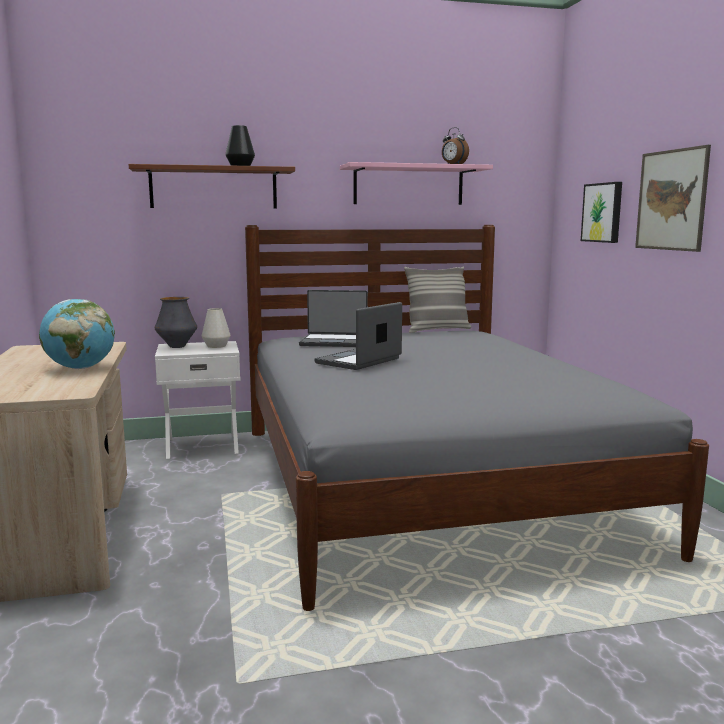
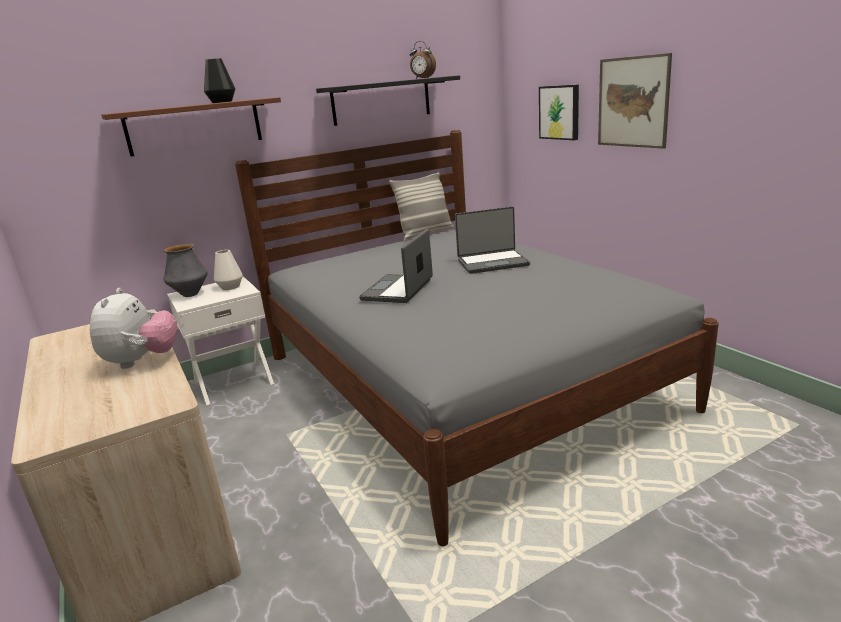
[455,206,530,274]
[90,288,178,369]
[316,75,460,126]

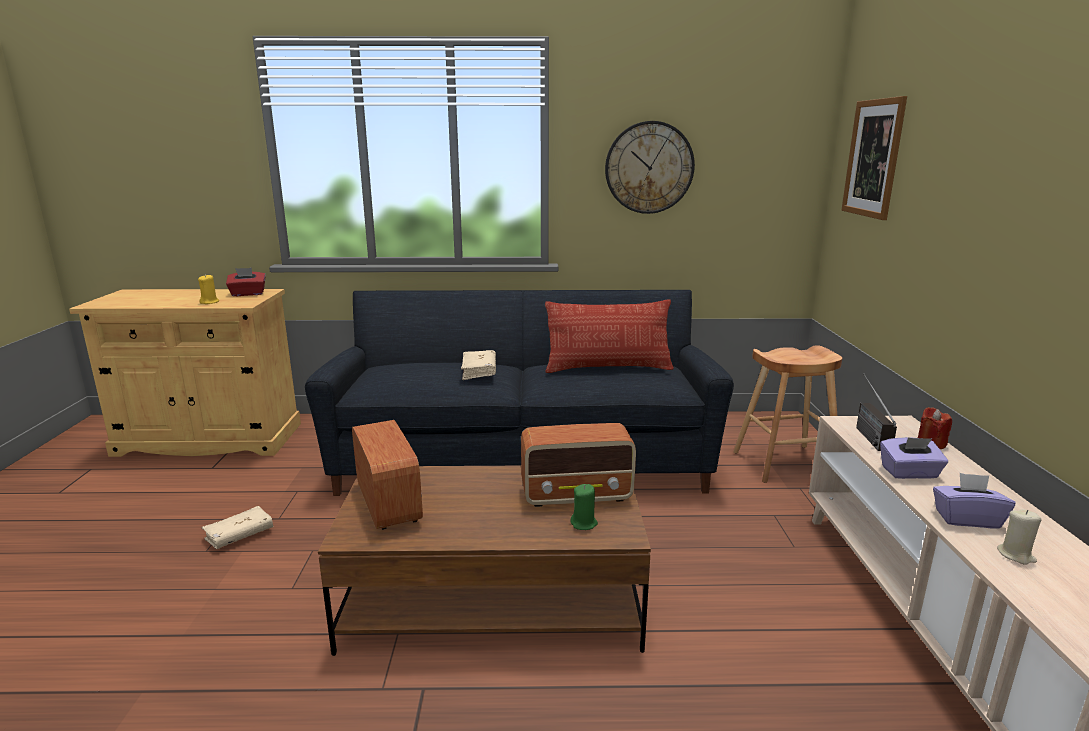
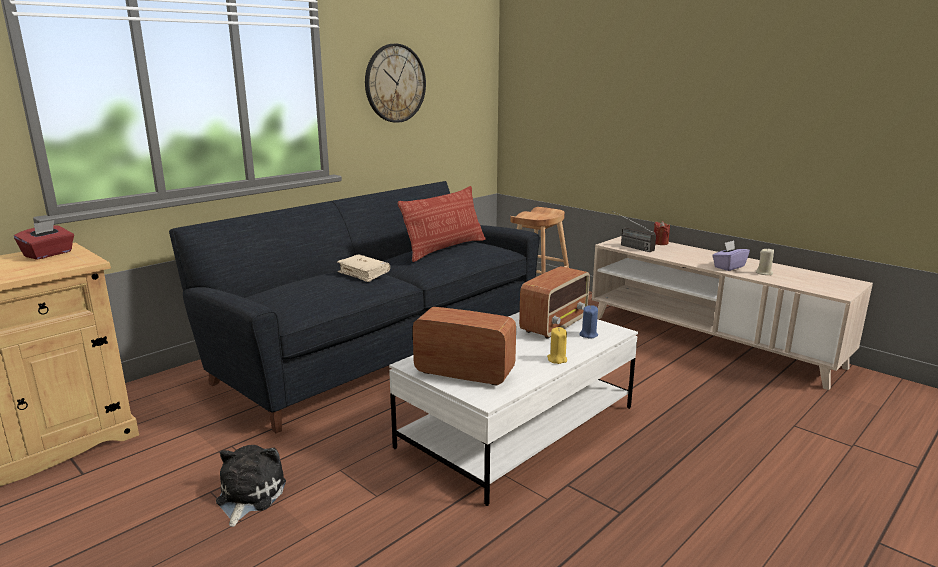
[841,96,907,220] (first image)
[880,437,948,479] (first image)
[547,327,567,364]
[216,445,286,527]
[389,312,638,506]
[579,305,598,339]

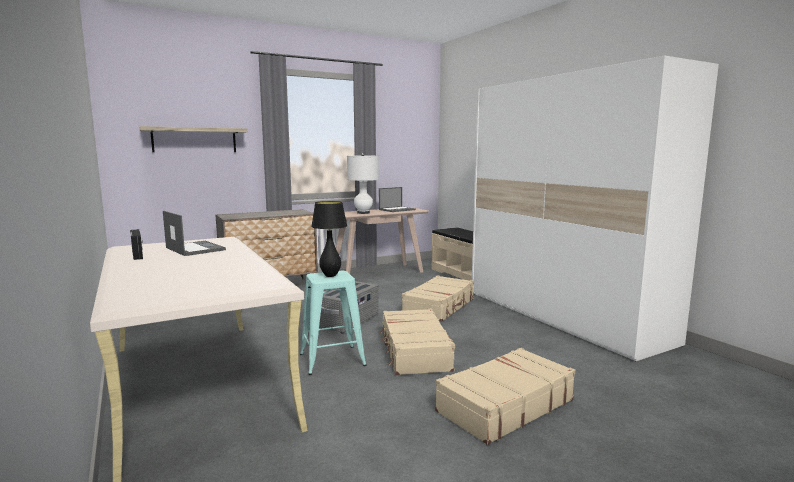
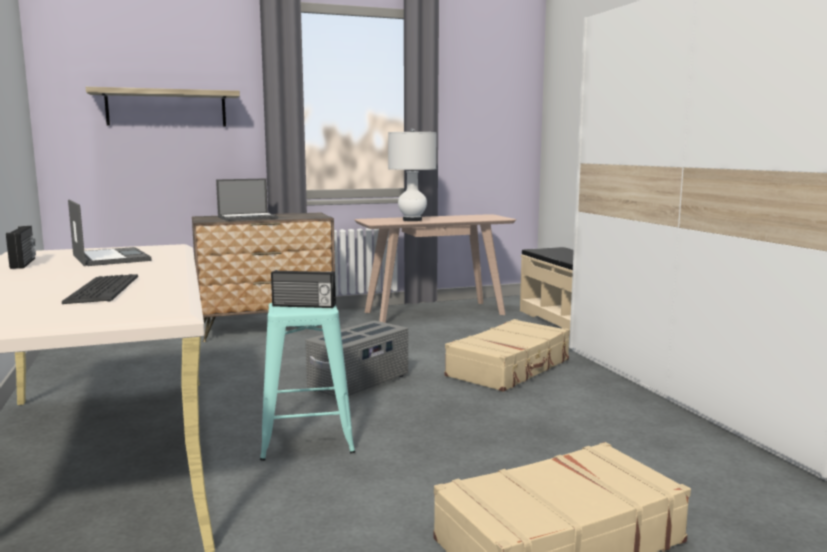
[380,309,455,375] (first image)
[62,274,138,304]
[216,178,278,221]
[271,270,336,308]

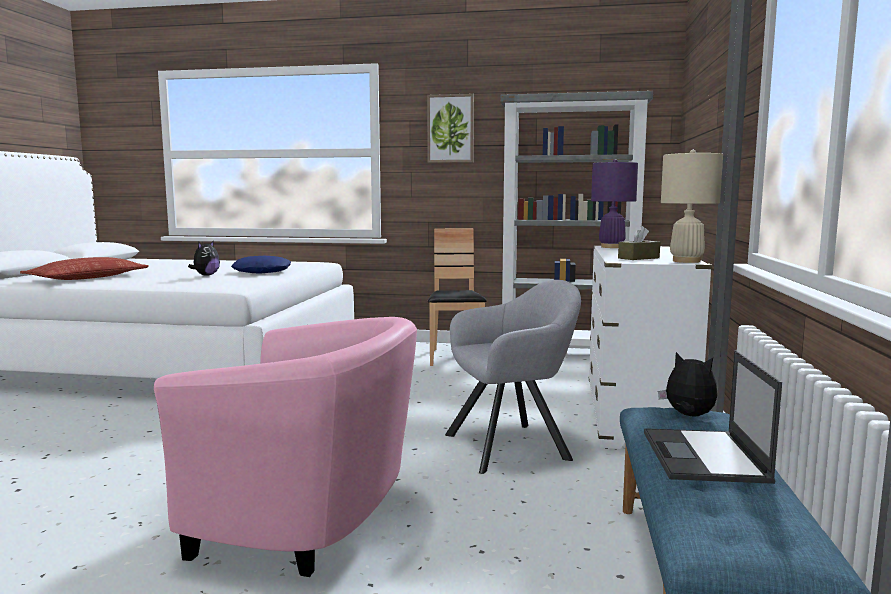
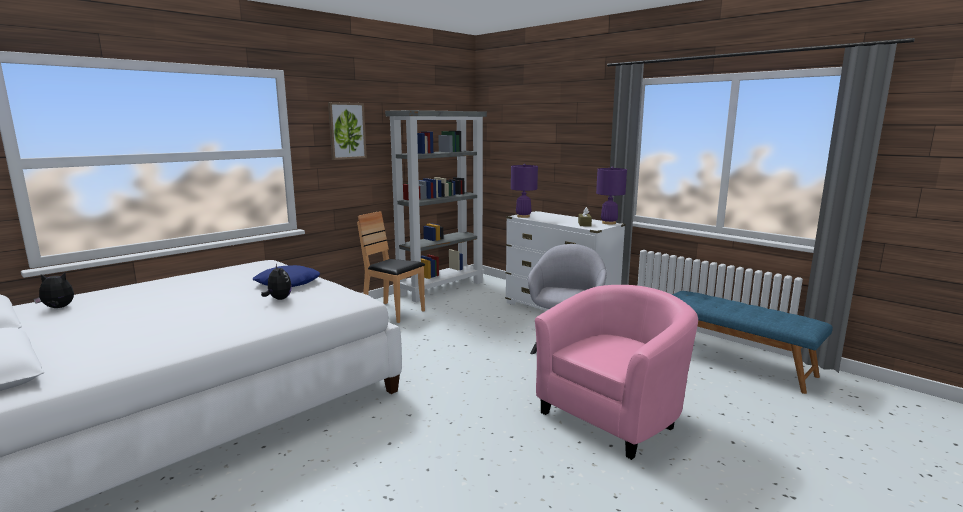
[20,257,148,280] (first image)
[644,350,782,484] (first image)
[33,273,74,308]
[596,167,627,225]

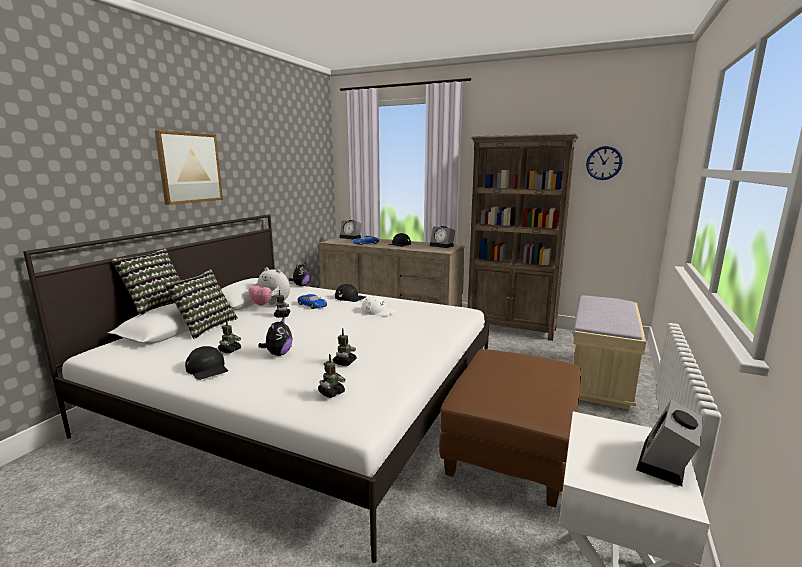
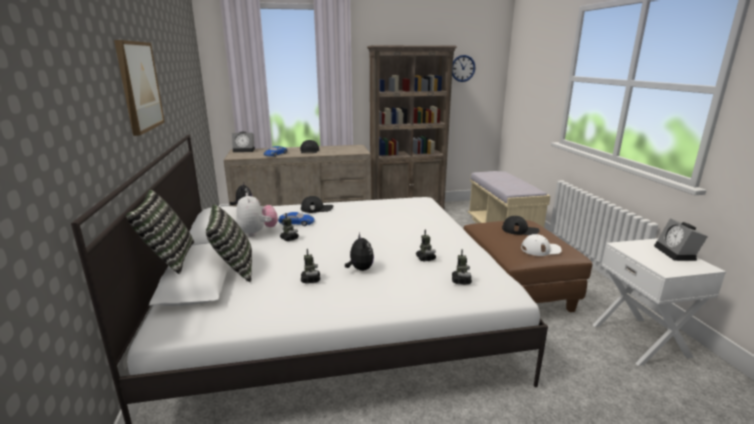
[430,226,455,248] (first image)
[502,216,540,235]
[521,234,562,256]
[236,193,278,237]

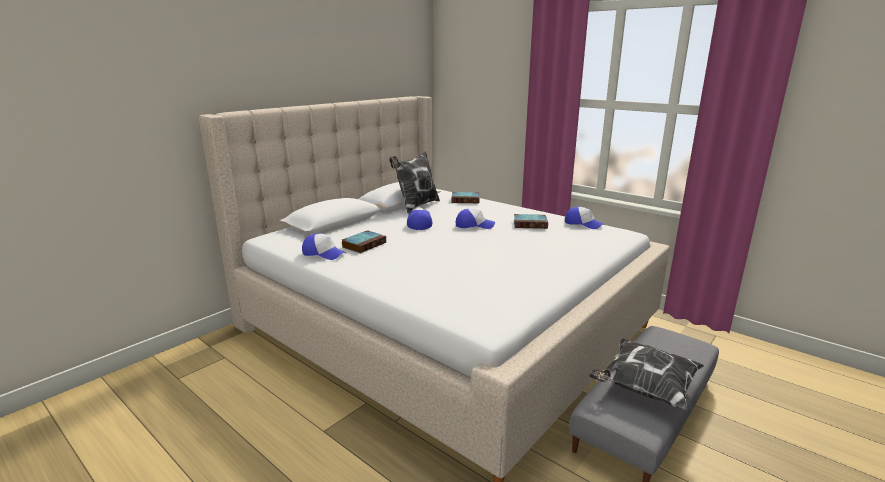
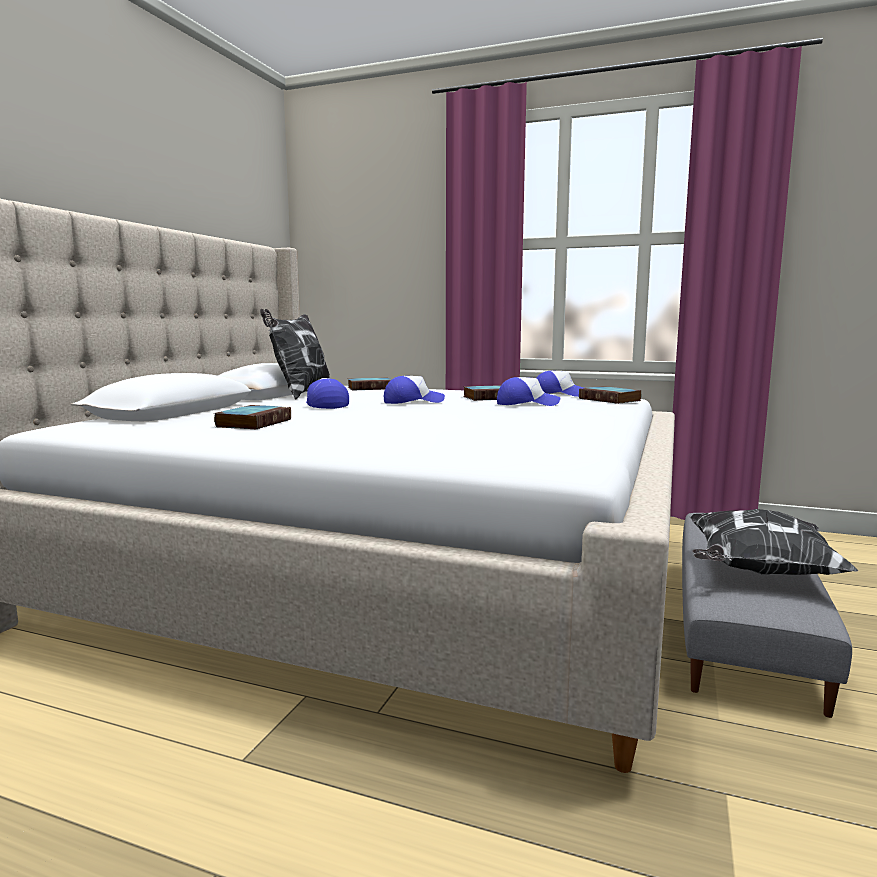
[579,386,642,404]
[497,377,560,406]

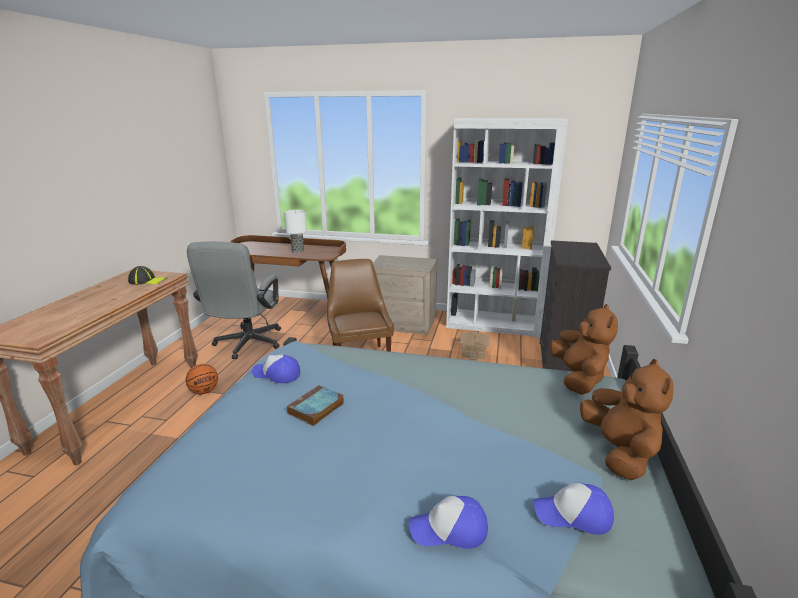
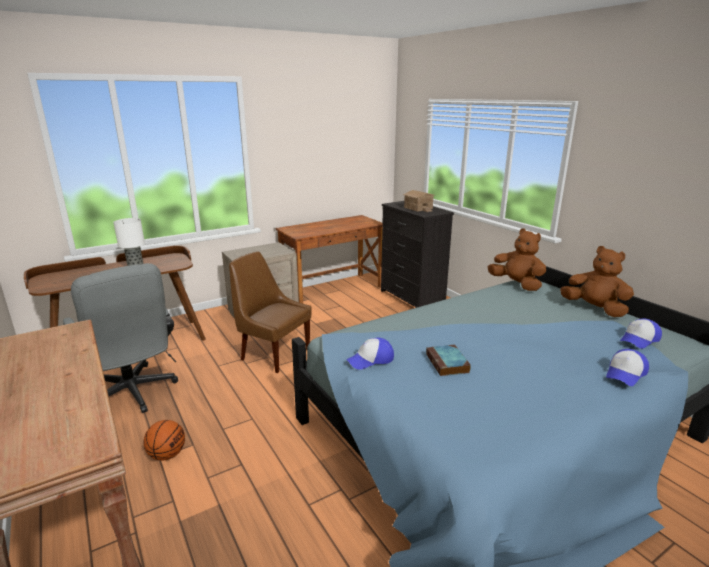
[128,266,167,285] (first image)
[403,190,434,212]
[276,215,383,304]

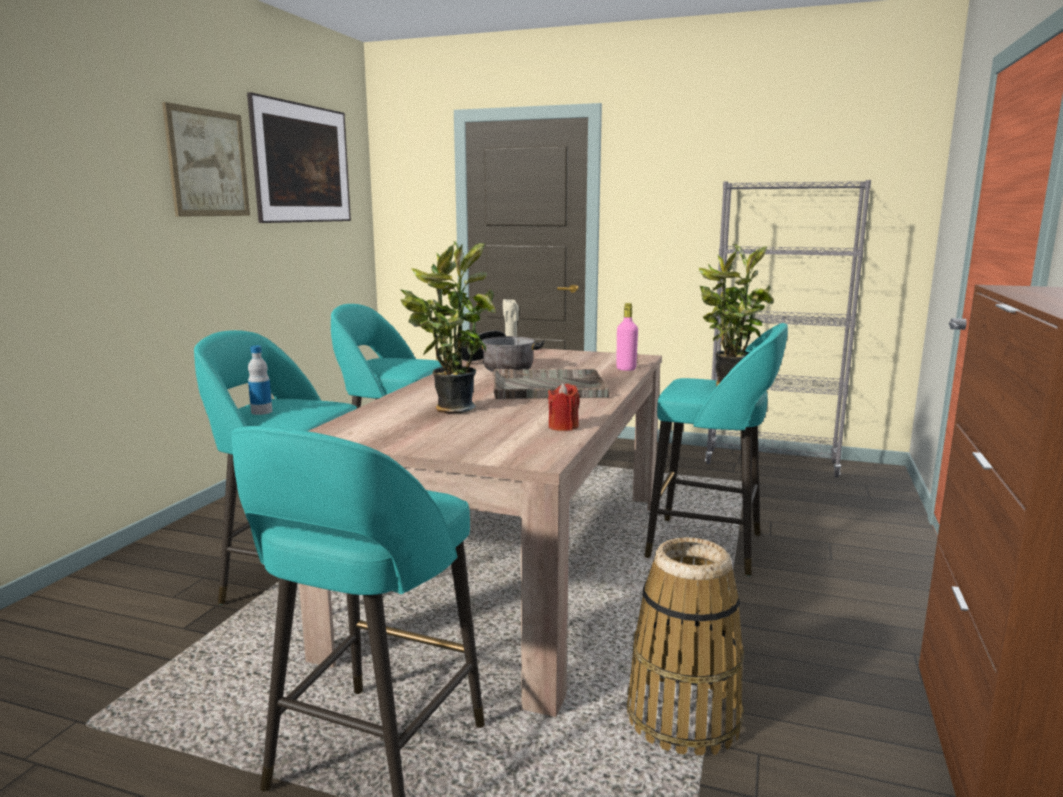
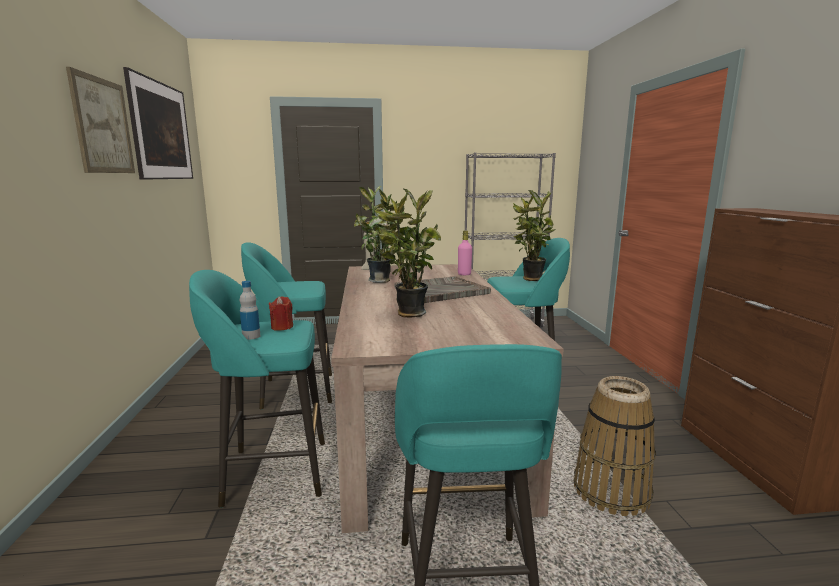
[269,296,293,331]
[354,186,405,283]

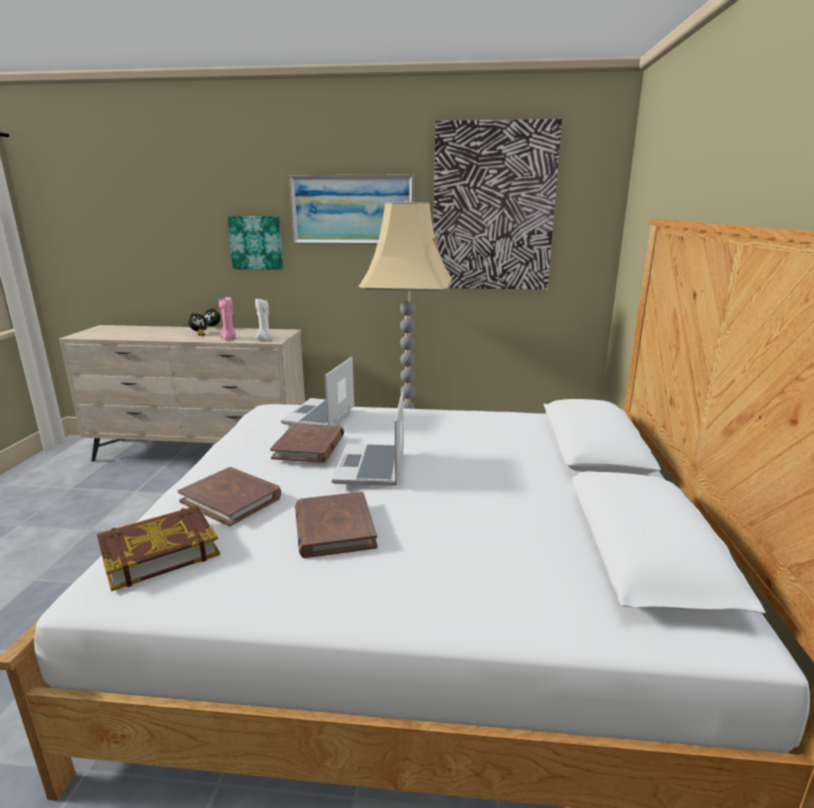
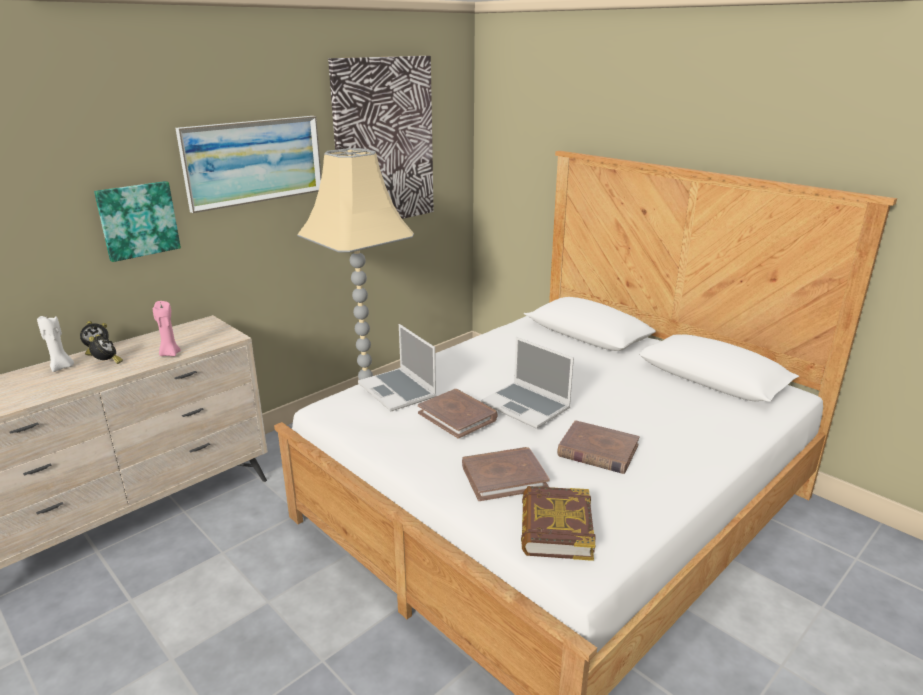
[37,315,74,372]

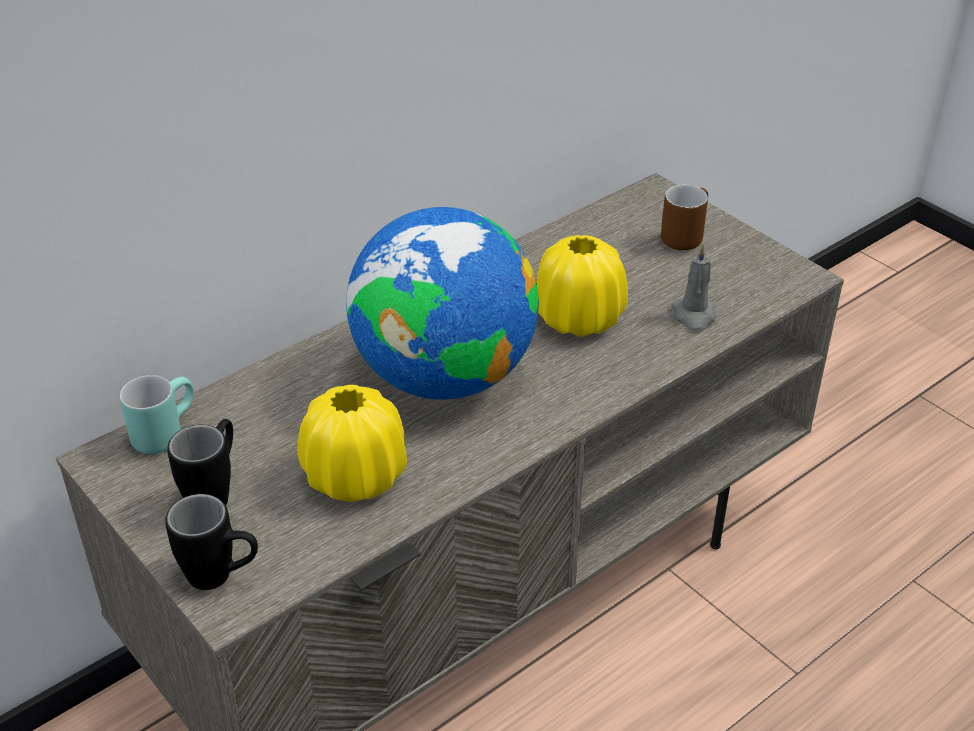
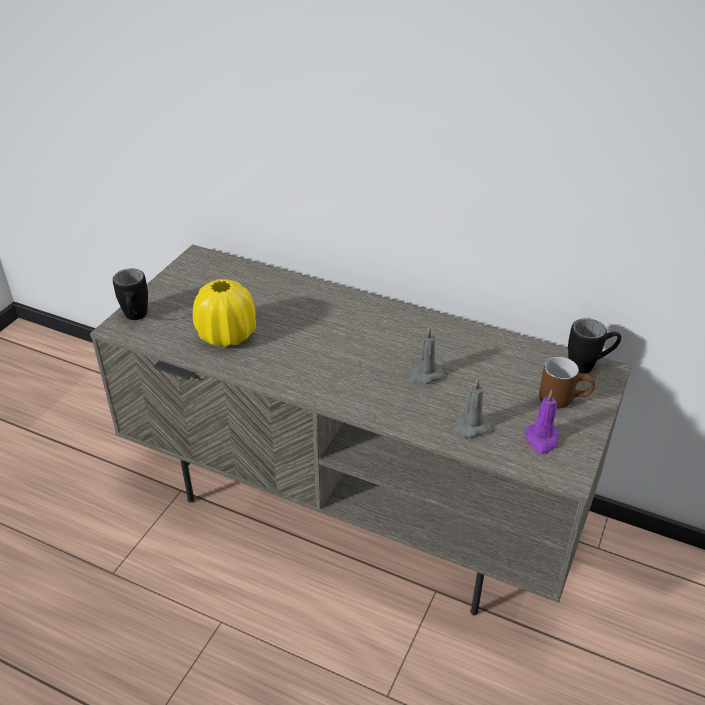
[120,375,194,454] (first image)
[346,207,539,400] (first image)
[525,390,559,454]
[568,318,621,374]
[408,327,443,384]

